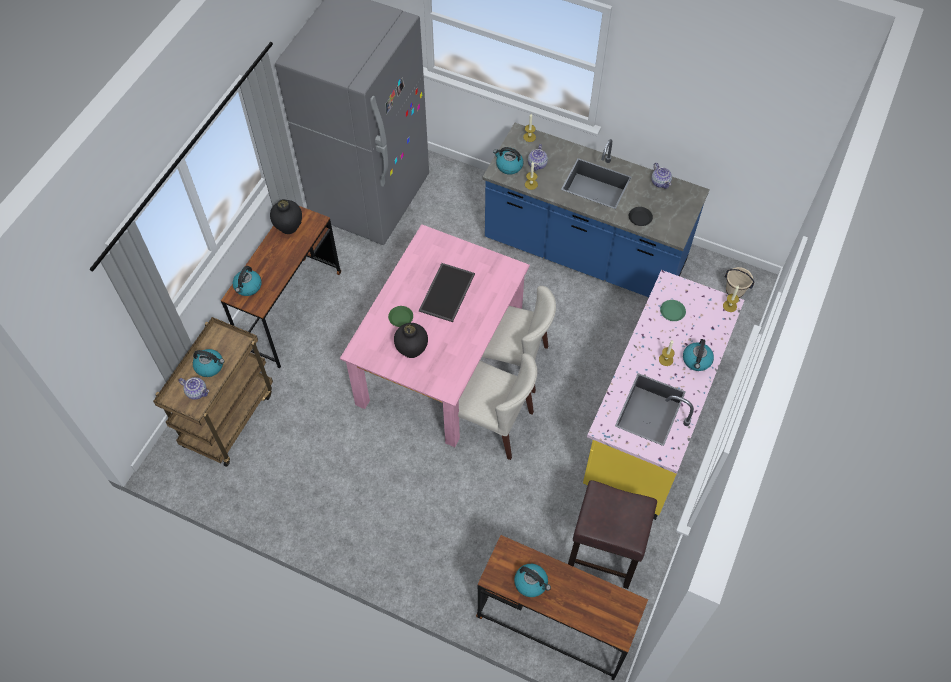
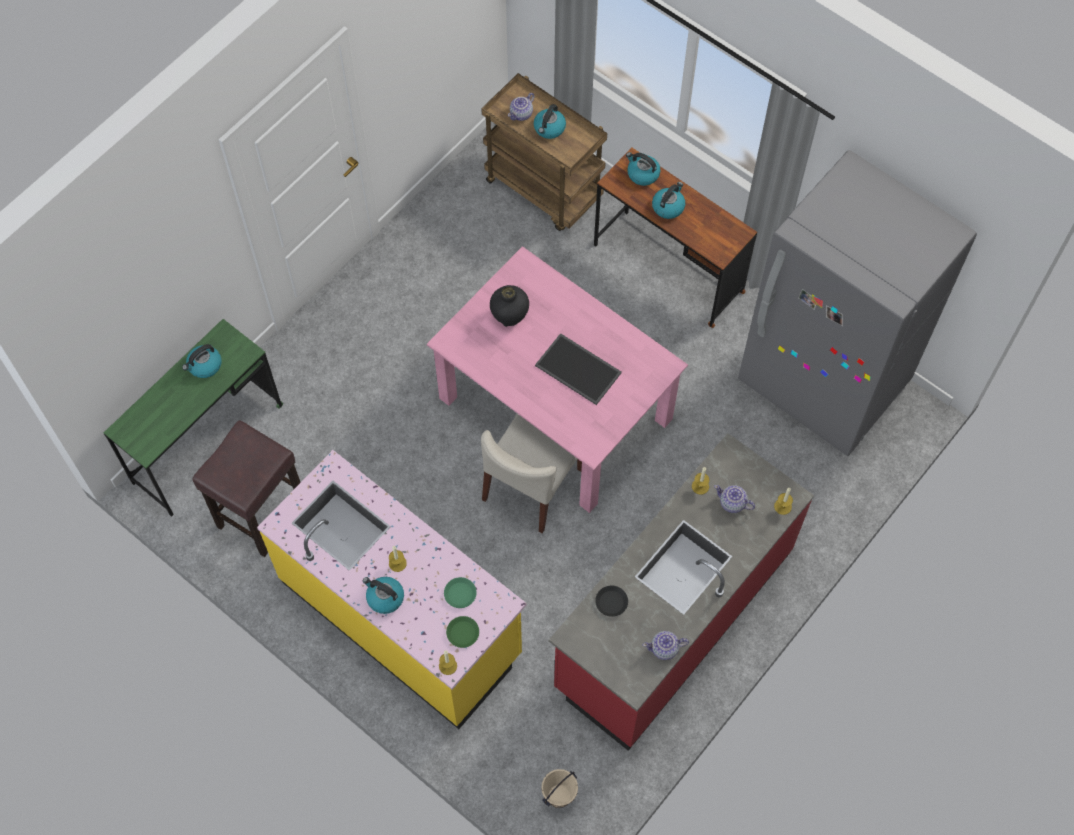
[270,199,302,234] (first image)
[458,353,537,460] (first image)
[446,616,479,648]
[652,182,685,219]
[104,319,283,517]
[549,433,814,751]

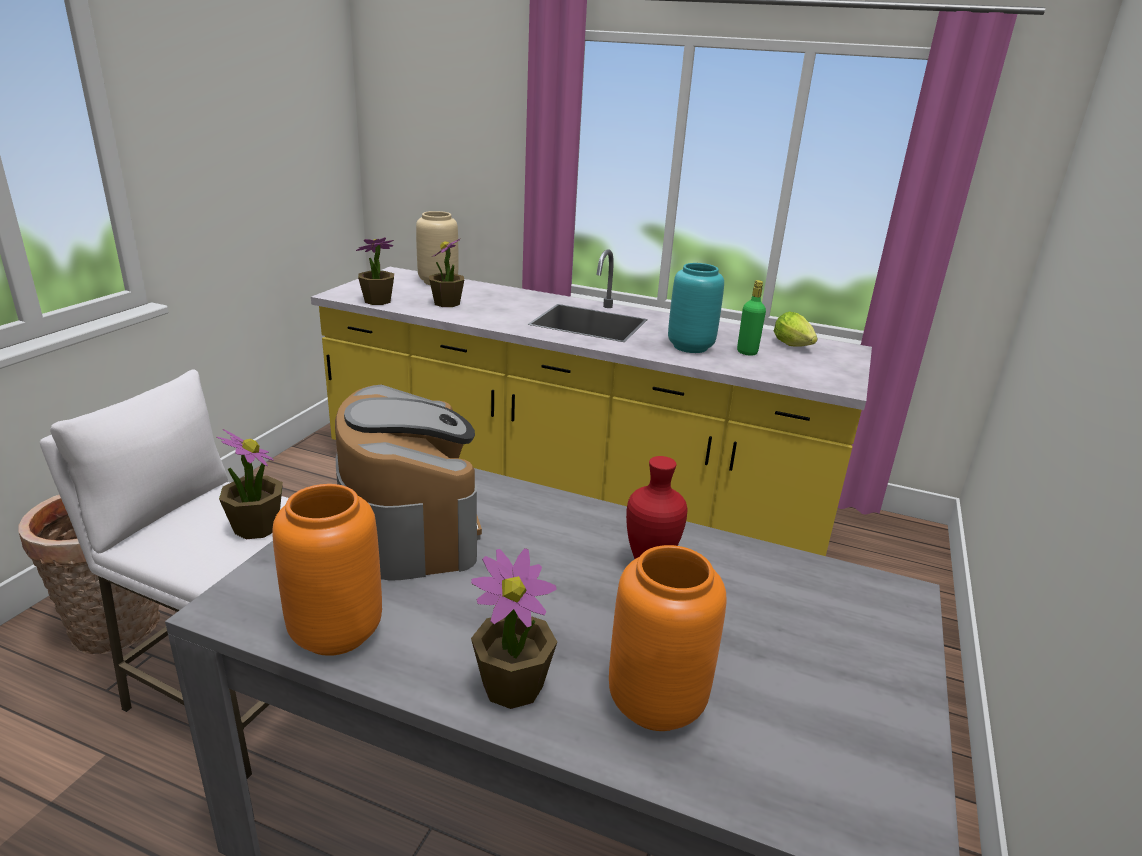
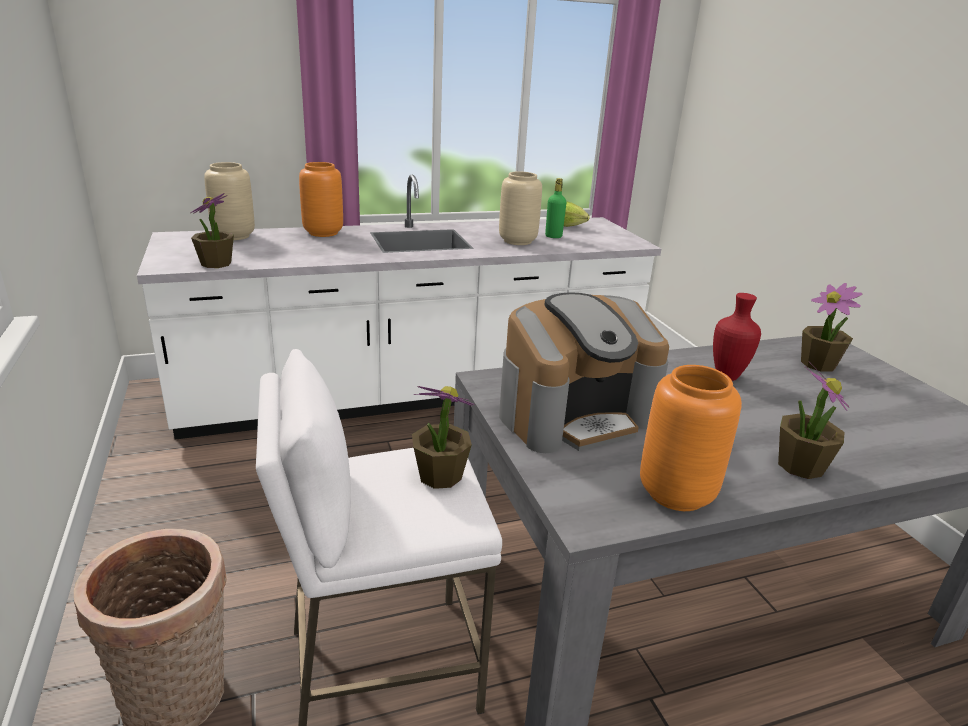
[801,283,863,372]
[299,162,343,237]
[137,175,661,440]
[499,171,542,245]
[499,292,669,453]

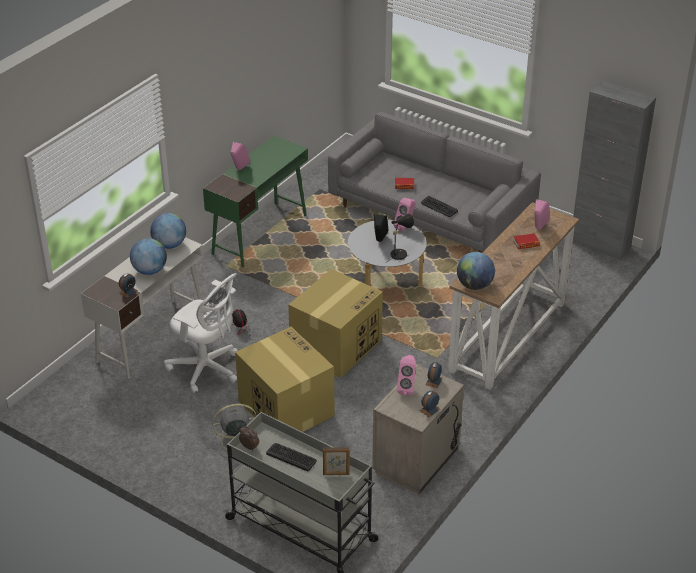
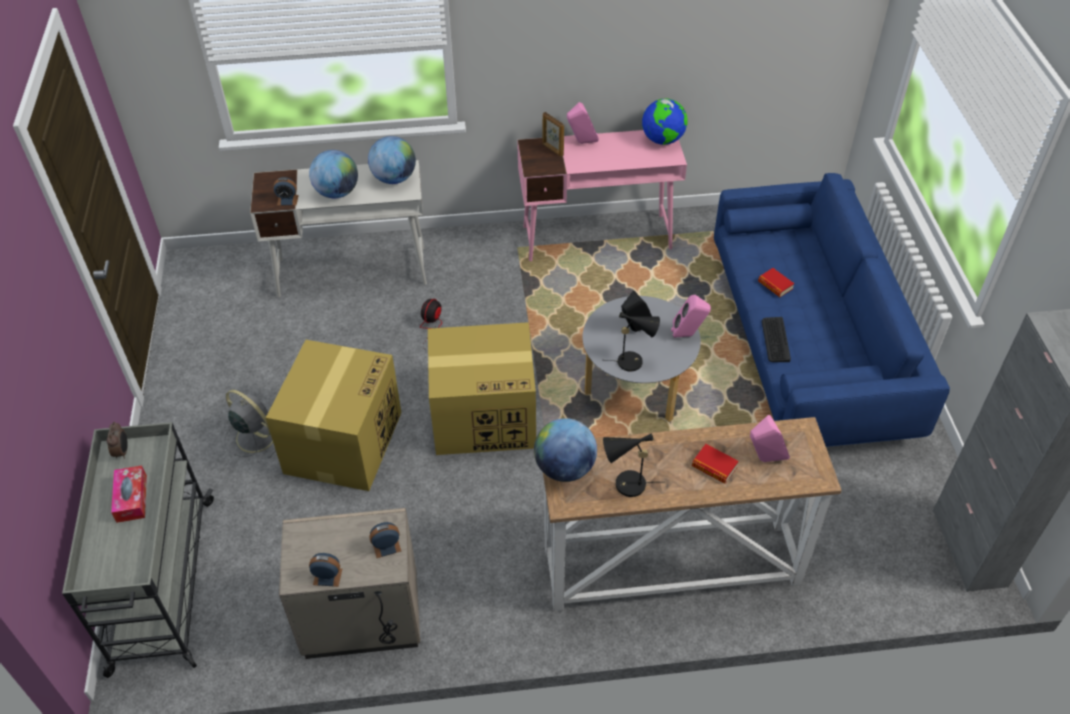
[164,273,238,393] (first image)
[397,355,416,396] (first image)
[603,433,658,497]
[642,98,687,145]
[543,112,564,157]
[111,465,147,523]
[517,130,687,261]
[714,173,950,447]

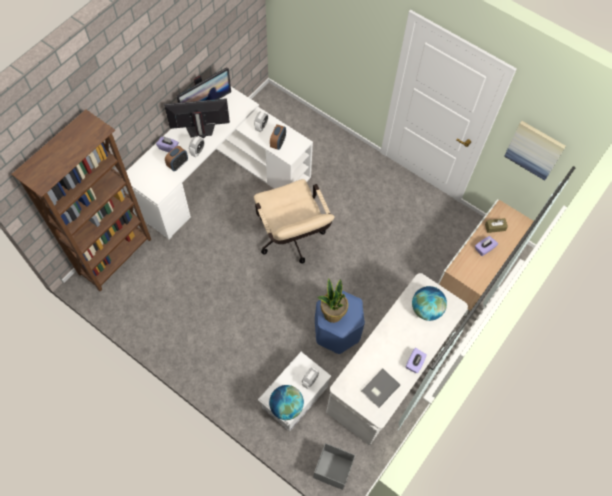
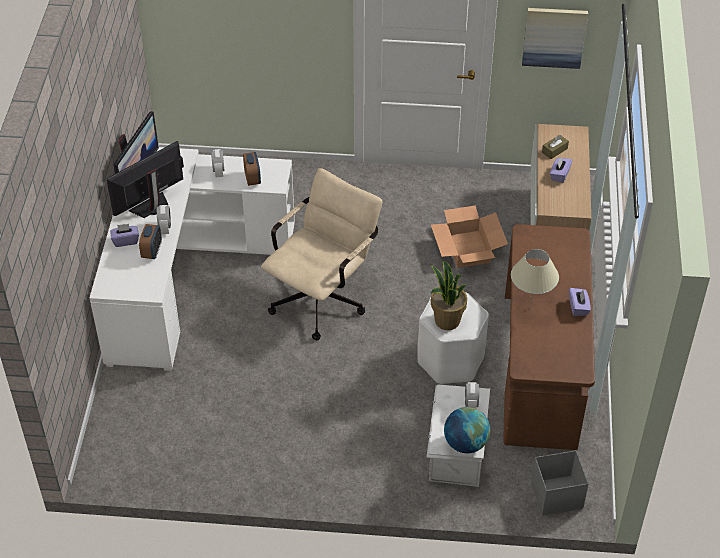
[11,109,151,291] (first image)
[361,369,400,408] (first image)
[412,286,447,321] (first image)
[431,205,508,268]
[511,249,559,308]
[417,292,489,384]
[503,224,595,450]
[261,168,383,341]

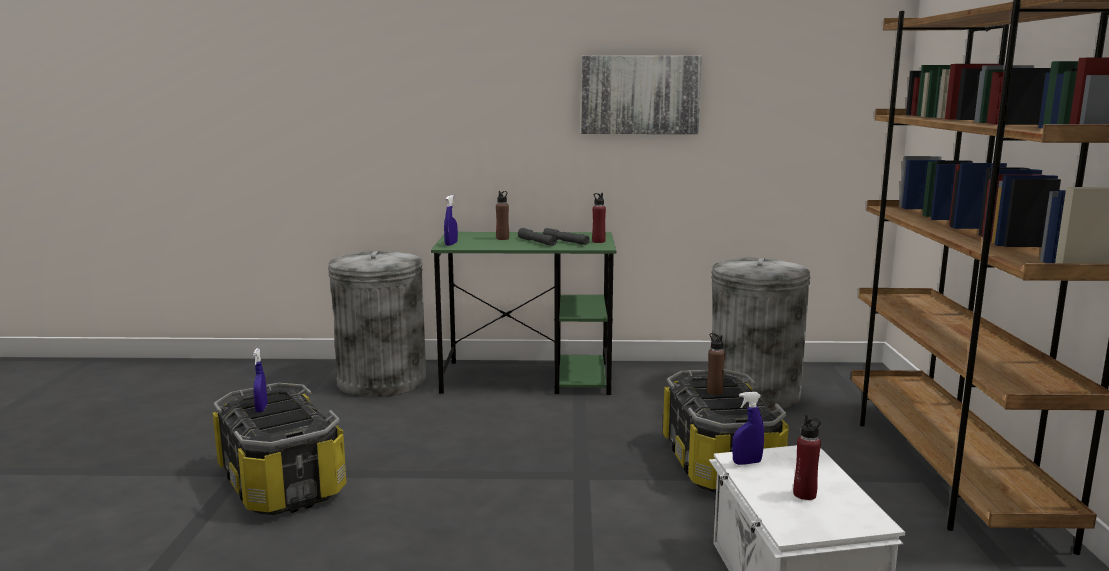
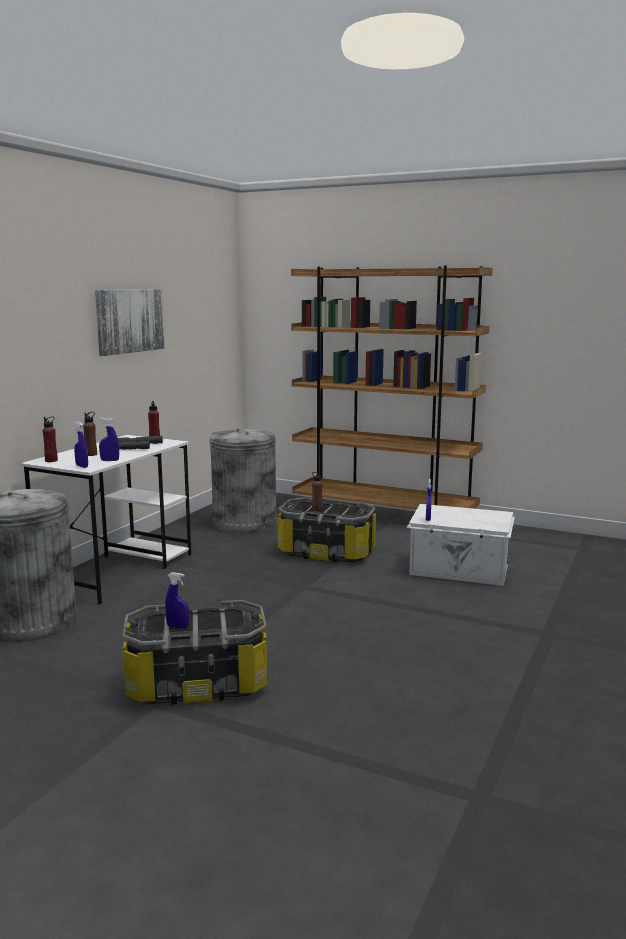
[99,417,119,461]
[43,416,58,462]
[20,435,192,604]

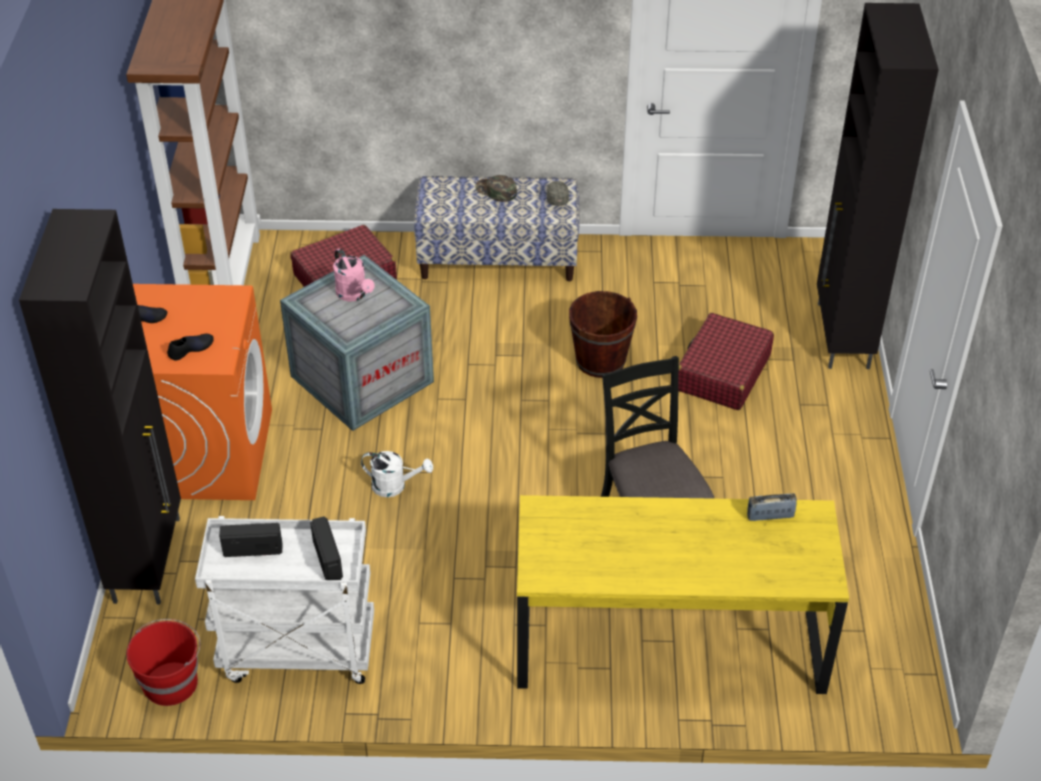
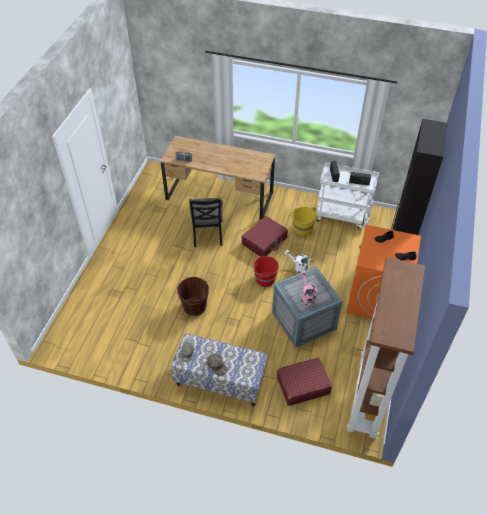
[817,3,939,369] (first image)
[291,207,316,236]
[252,256,279,287]
[242,216,288,257]
[160,136,275,220]

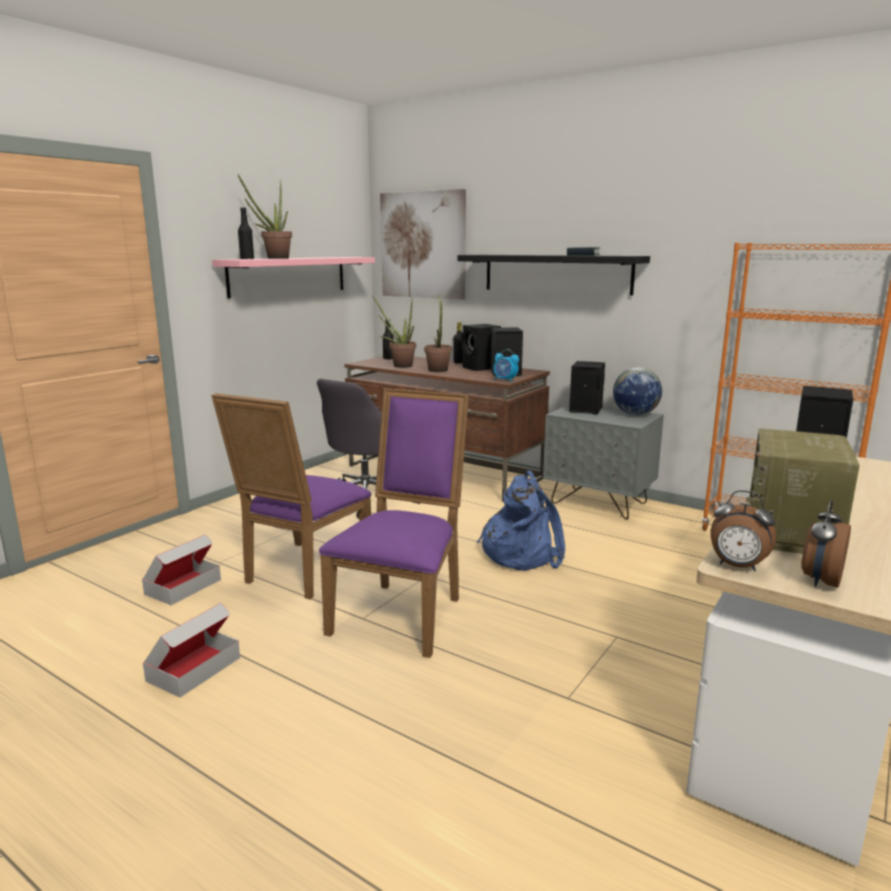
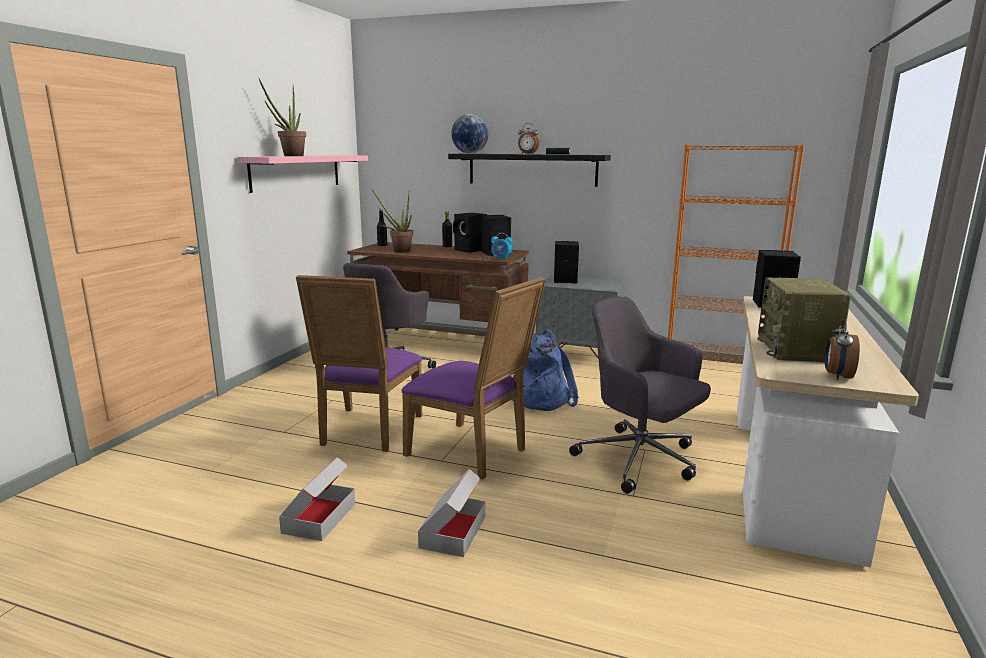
[238,207,254,259] (first image)
[380,189,466,300] (first image)
[424,296,452,372] (first image)
[569,296,711,494]
[418,469,485,557]
[451,114,488,154]
[518,123,540,154]
[402,277,546,480]

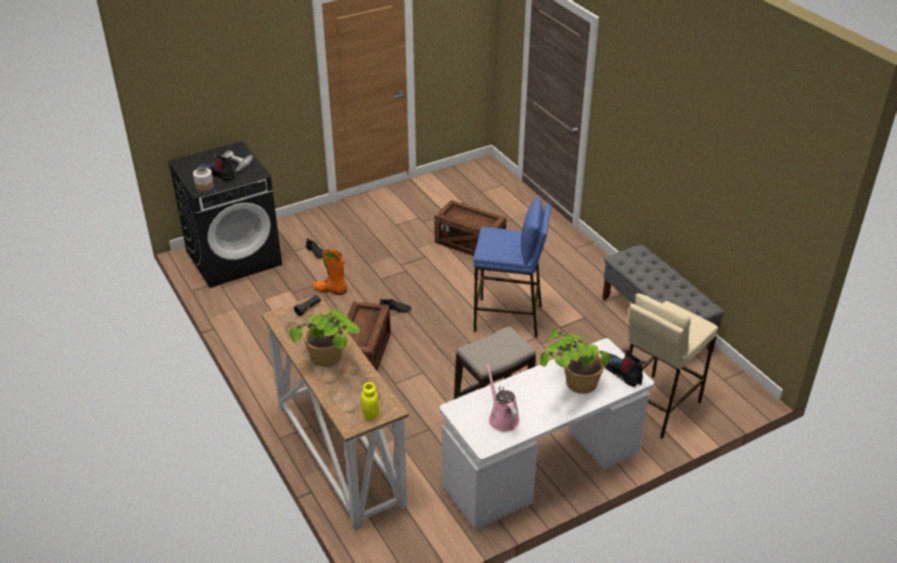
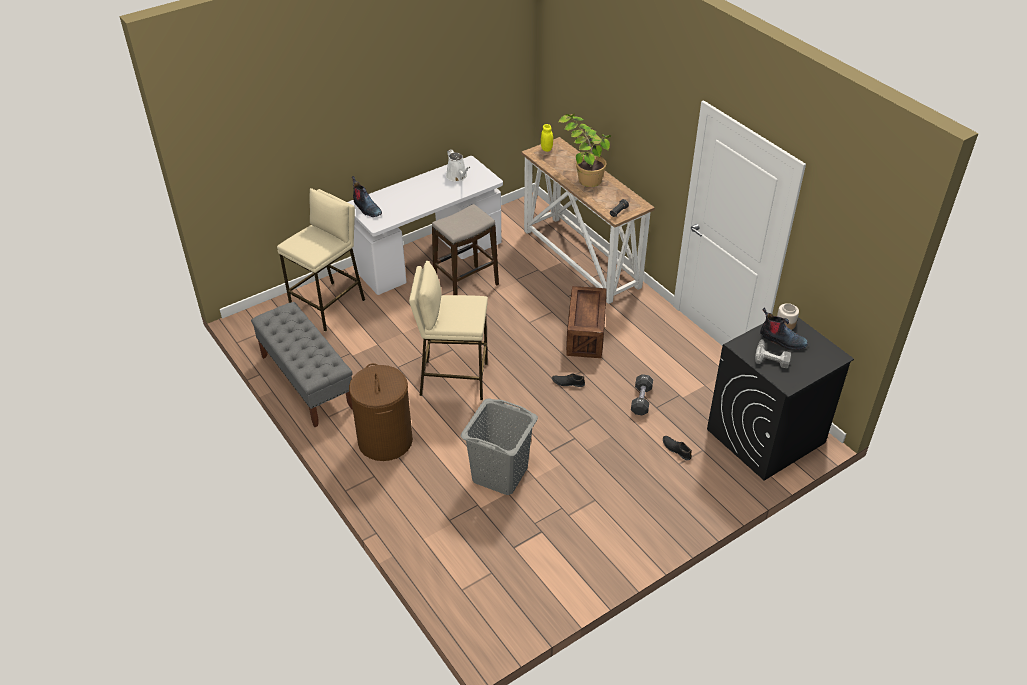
[540,329,610,394] (first image)
[349,363,413,461]
[631,374,653,415]
[461,398,538,495]
[409,261,488,400]
[446,149,470,182]

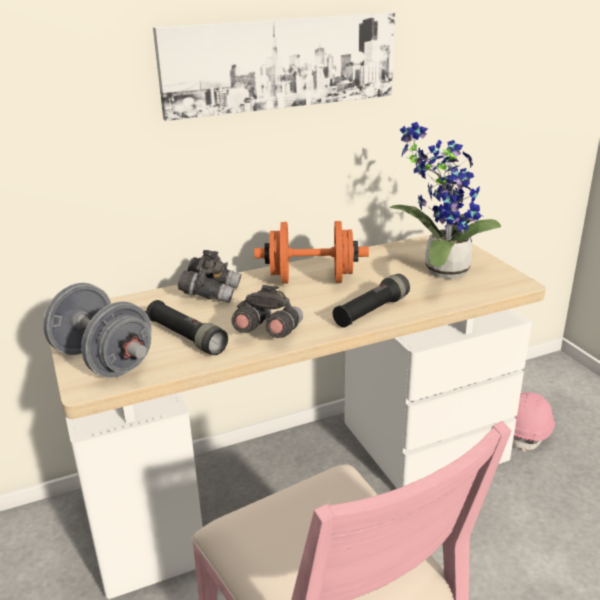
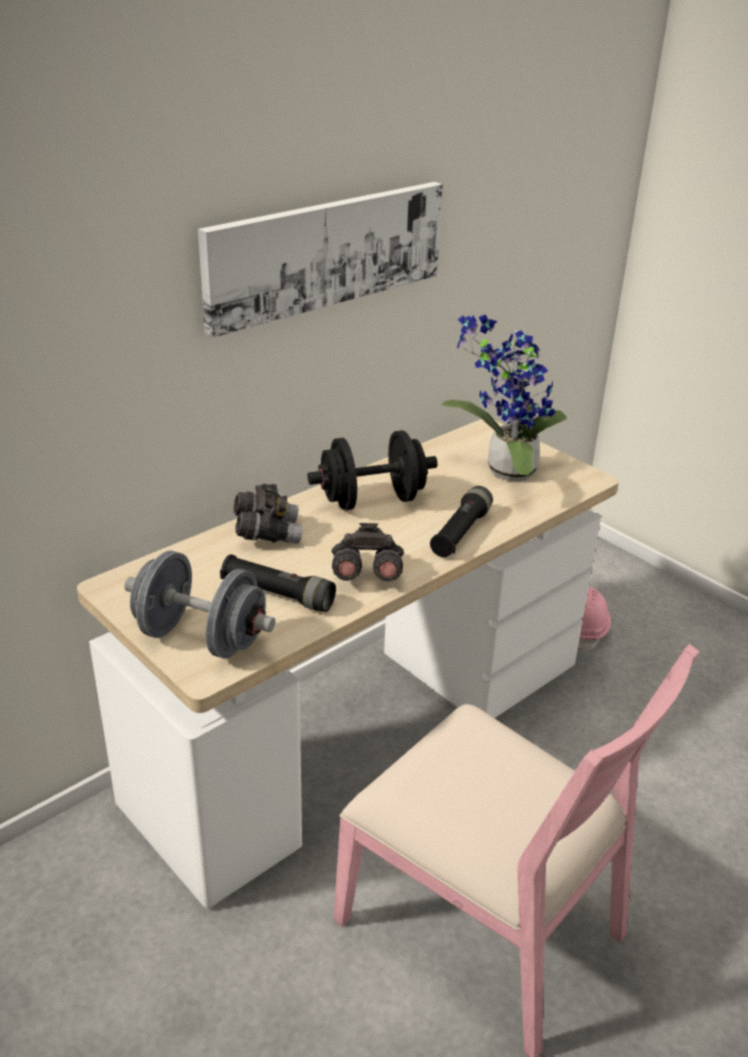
[308,430,438,510]

